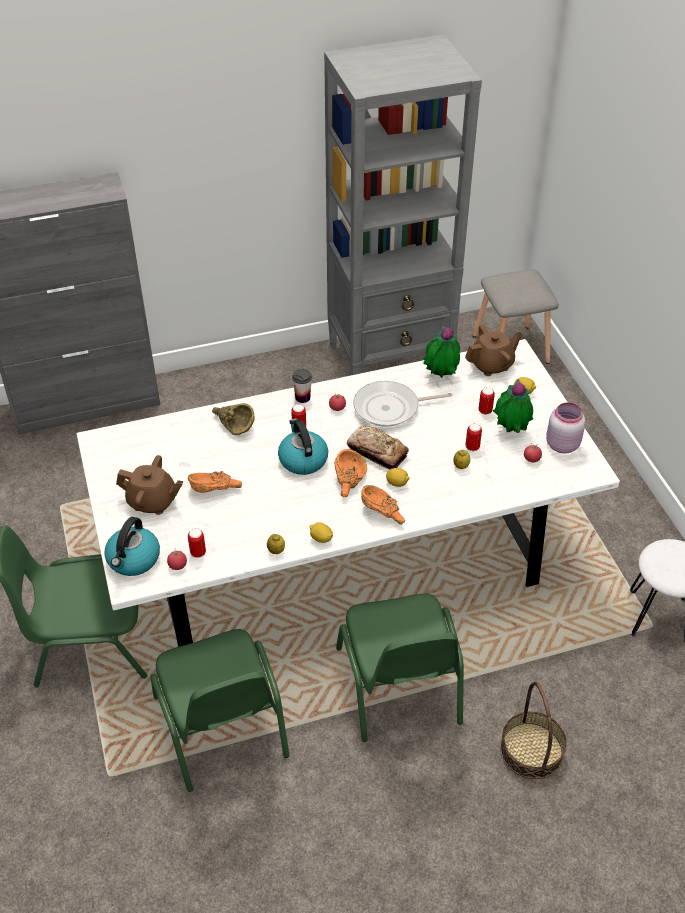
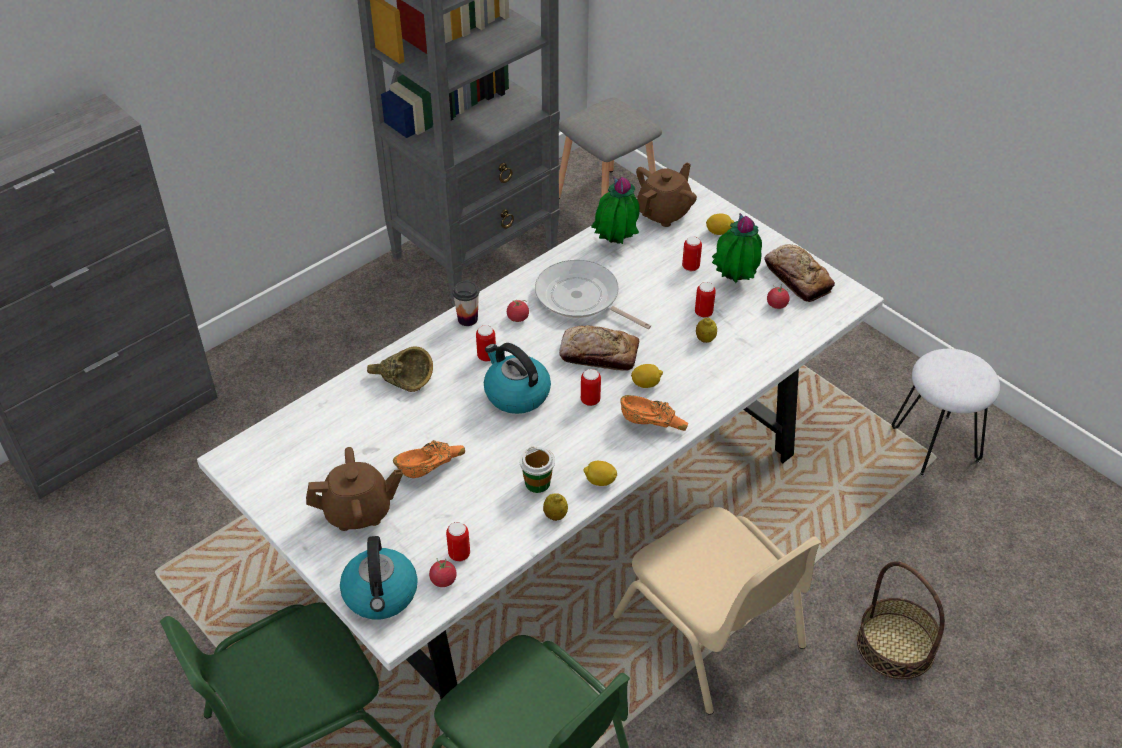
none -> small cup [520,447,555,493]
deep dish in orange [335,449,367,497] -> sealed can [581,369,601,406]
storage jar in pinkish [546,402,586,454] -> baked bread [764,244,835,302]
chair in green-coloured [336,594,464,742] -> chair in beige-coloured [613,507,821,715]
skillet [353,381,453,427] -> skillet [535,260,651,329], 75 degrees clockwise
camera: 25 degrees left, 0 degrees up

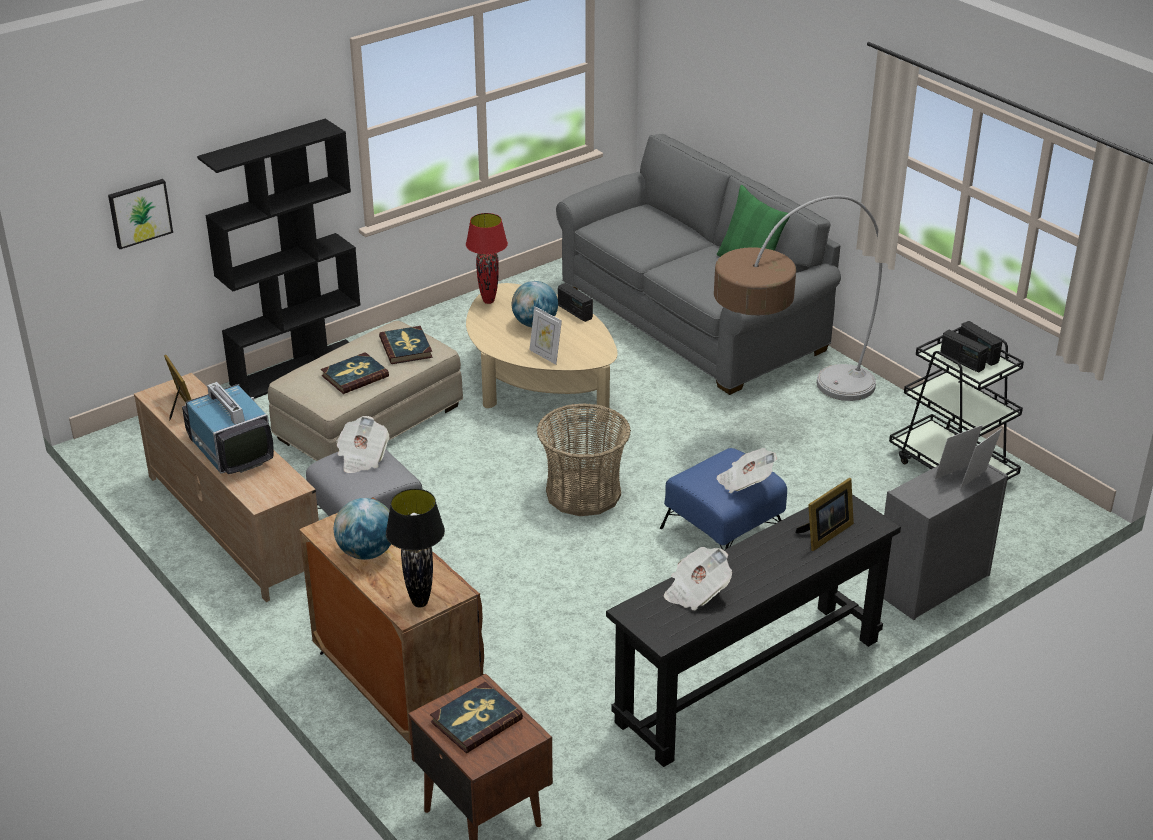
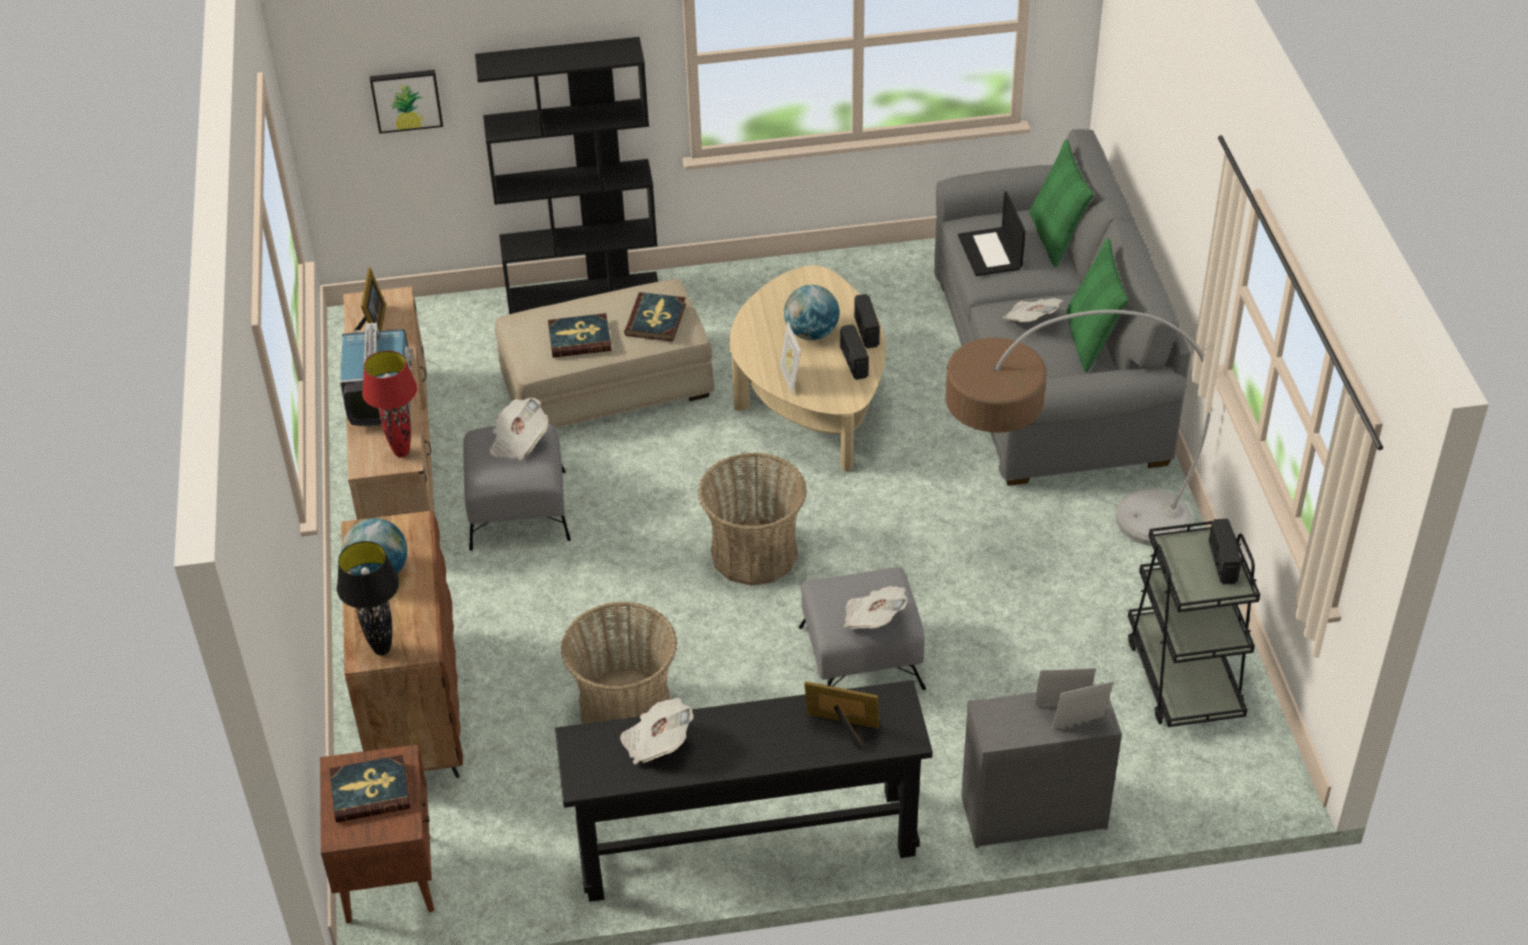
none -> storage basket [561,601,678,724]
none -> portable computer [958,191,1026,276]
none -> printed paper [1003,298,1063,322]
none -> throw pillow in green-coloured [1029,140,1094,267]
table lamp in red [466,213,508,304] -> table lamp in red [362,351,418,458], shifted
radio set [940,329,988,373] -> radio set [840,324,869,380], shifted
ottoman in blue-coloured [660,448,787,549] -> ottoman in grey [799,567,926,690]
photo frame [796,478,854,551] -> photo frame [804,681,879,751], 150 degrees counterclockwise
camera: 30 degrees right, 10 degrees up

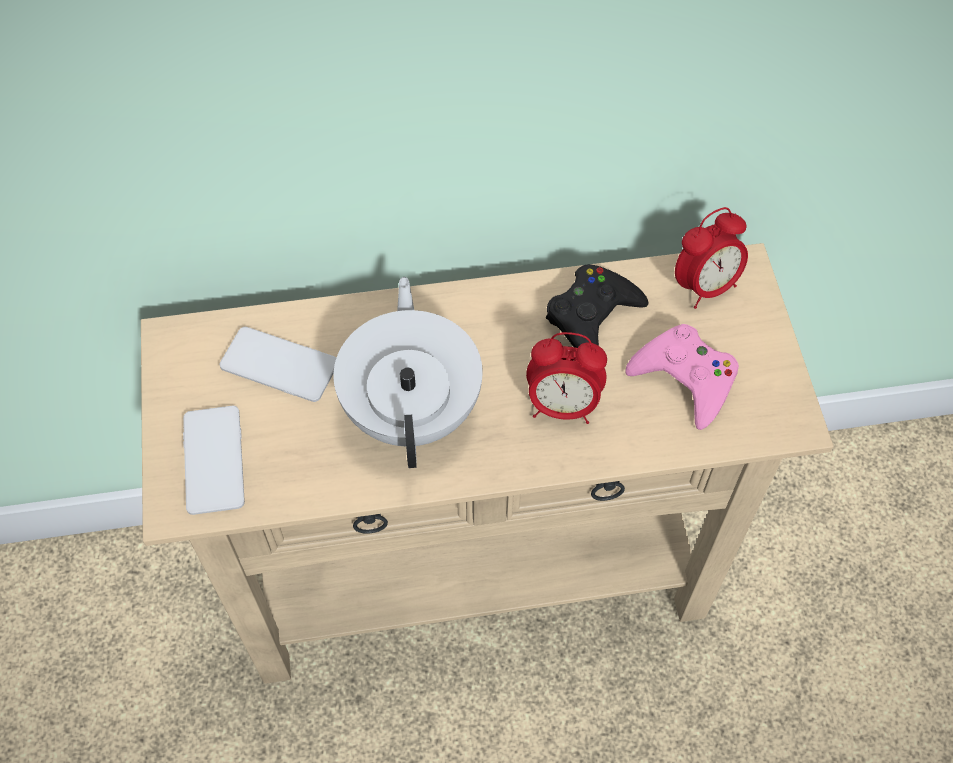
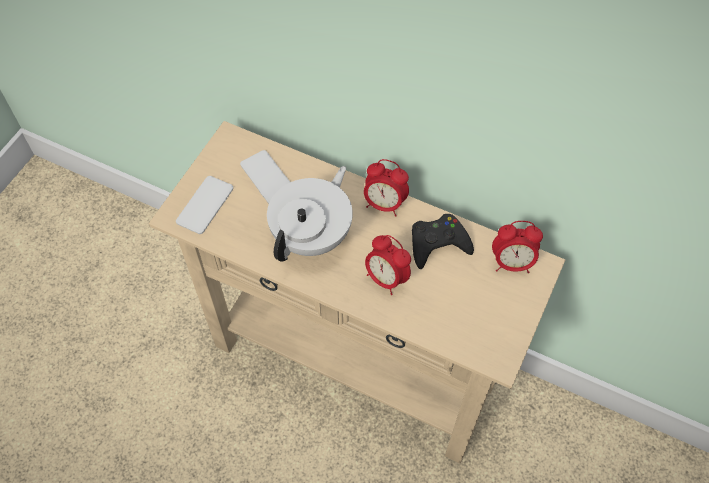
game controller in pinkish [625,324,739,430] -> none
none -> table clock [364,159,409,217]
camera: 35 degrees right, 0 degrees up

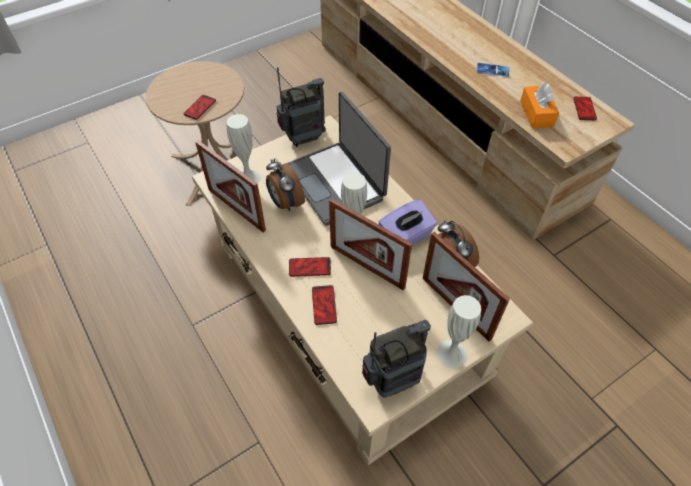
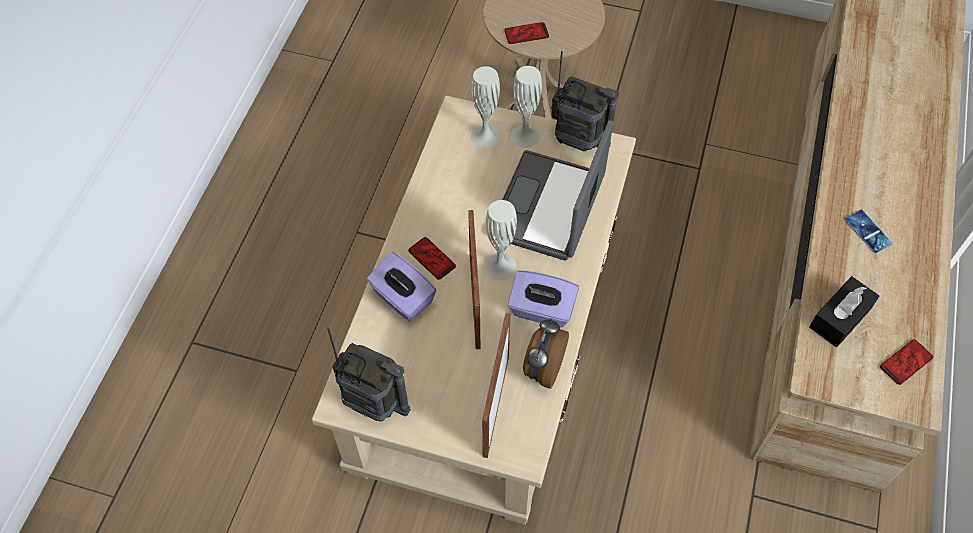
photo frame [195,140,266,232] -> none
table clock [266,159,305,212] -> none
decorative vase in white [436,295,481,368] -> decorative vase in white [510,66,542,148], shifted
phone [312,285,337,325] -> tissue box in purple [367,252,436,321]
tissue box in orange [520,82,559,129] -> tissue box in blackish [809,276,879,347]
camera: 50 degrees right, 5 degrees up

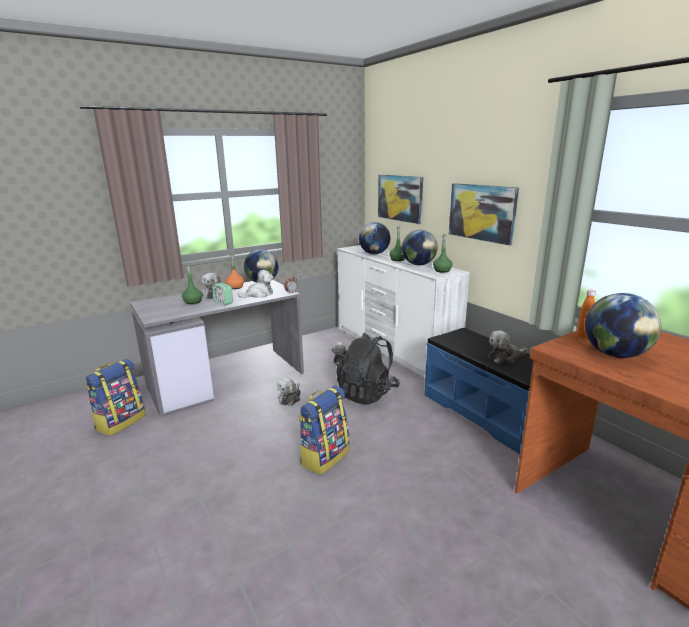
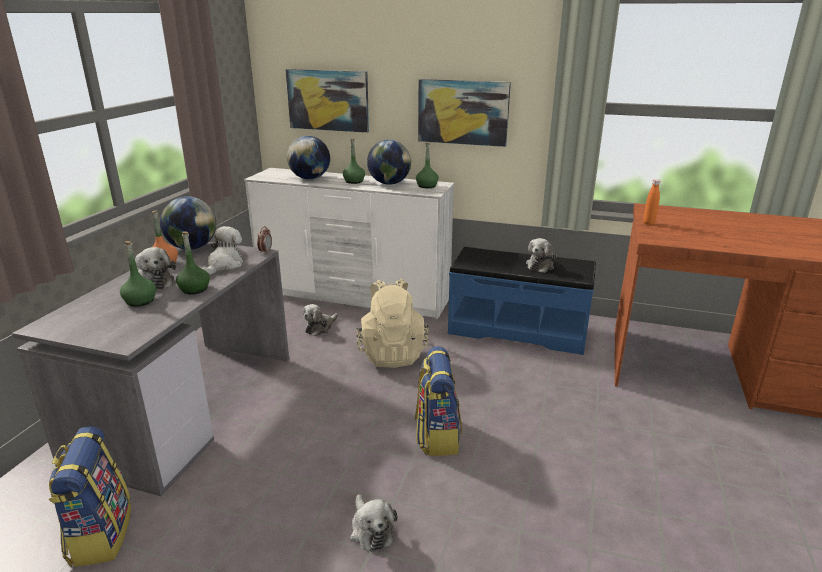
world globe [585,293,661,358] -> none
soft toy [277,378,301,406] -> soft toy [350,494,397,552], shifted
table clock [212,283,233,306] -> bottle in green-coloured [176,231,210,294]
knapsack in blackish [336,333,400,405] -> knapsack in beige-coloured [356,279,429,368]
camera: 40 degrees left, 5 degrees up

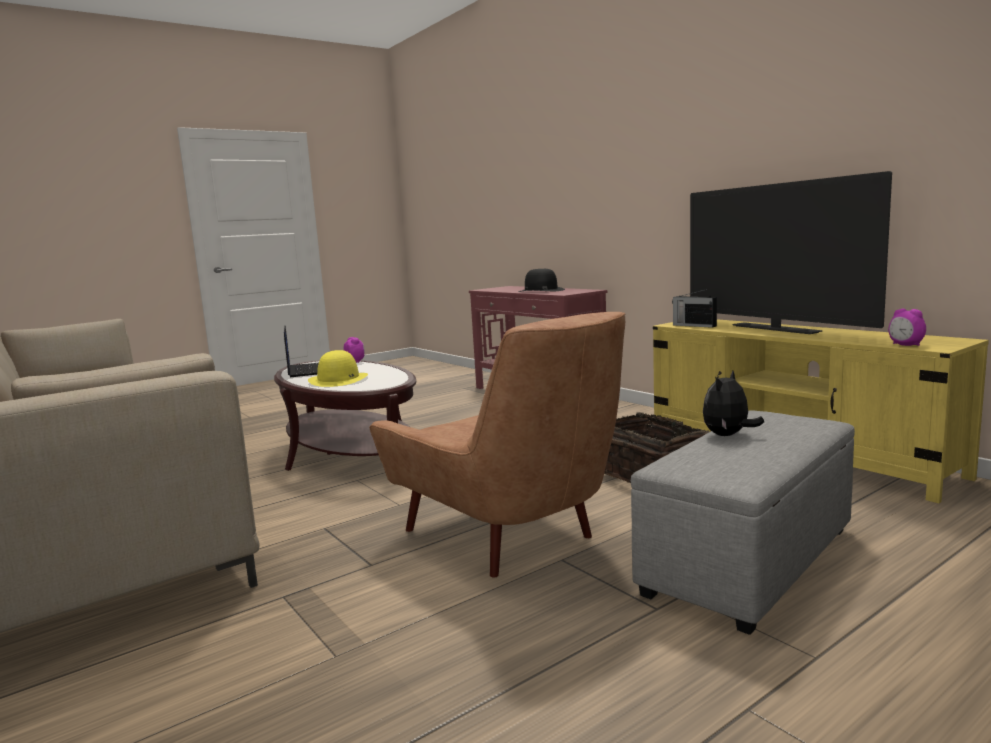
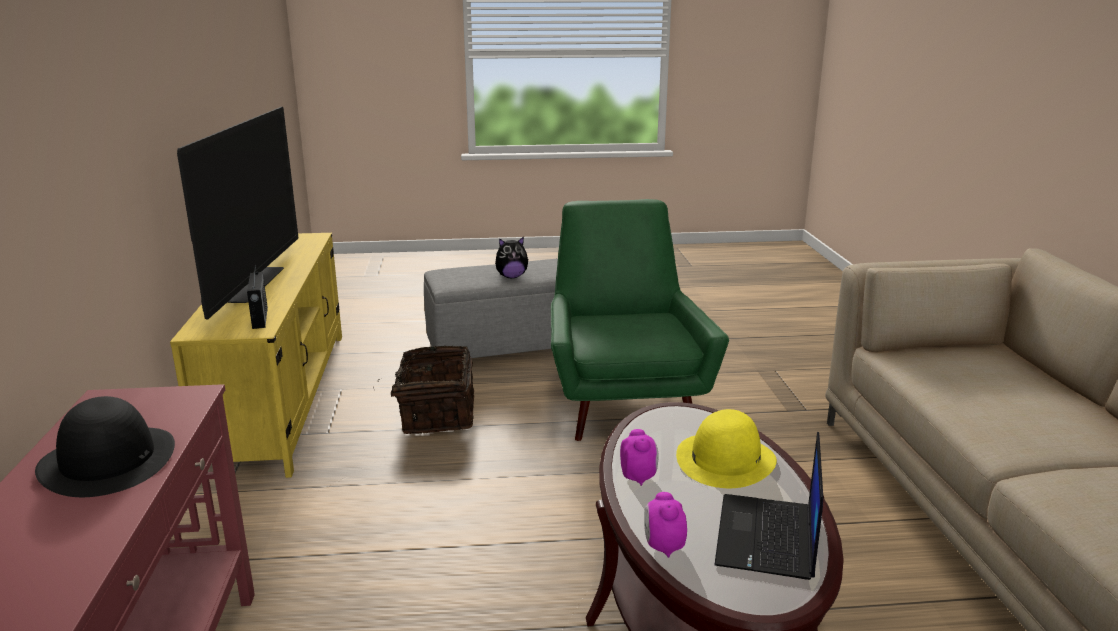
table clock [888,309,926,346] -> table clock [620,429,659,486], shifted
lounge chair in brown [369,312,625,578] -> lounge chair in green-coloured [551,199,729,441]
camera: 150 degrees left, 10 degrees up

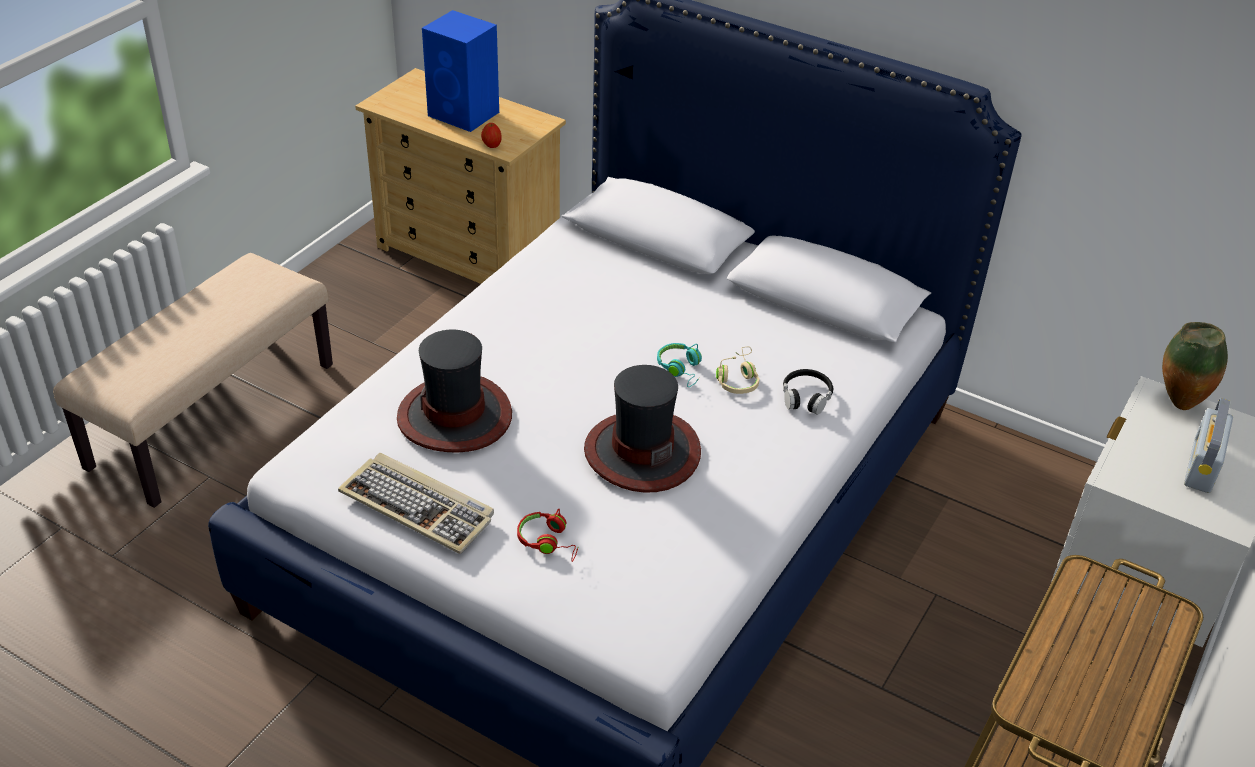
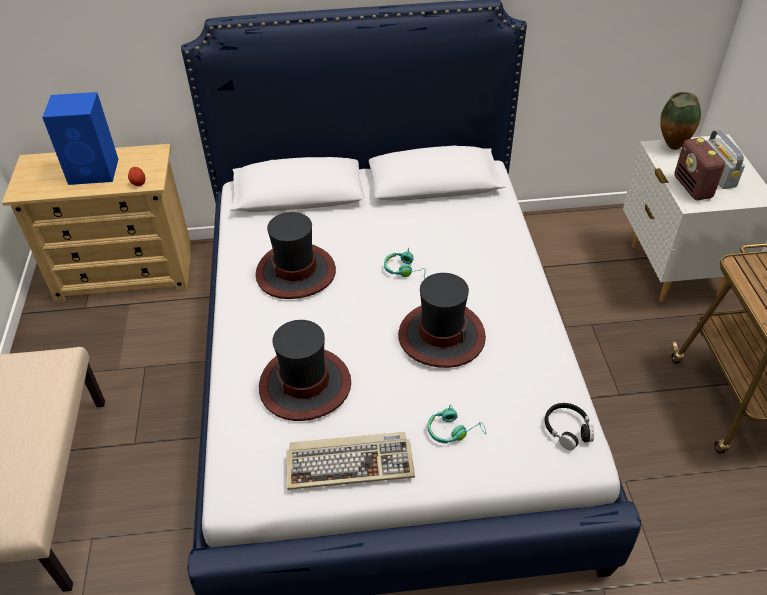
pair of headphones in beige-coloured [716,346,760,394] -> none
none -> clothing hat [256,212,336,299]
none -> radio set [674,138,727,200]
pair of headphones in blackish [783,369,833,415] -> pair of headphones in blackish [545,403,594,451], shifted
pair of headphones in red [517,509,579,562] -> pair of headphones in turquoise [428,405,486,444]
camera: 35 degrees left, 5 degrees up

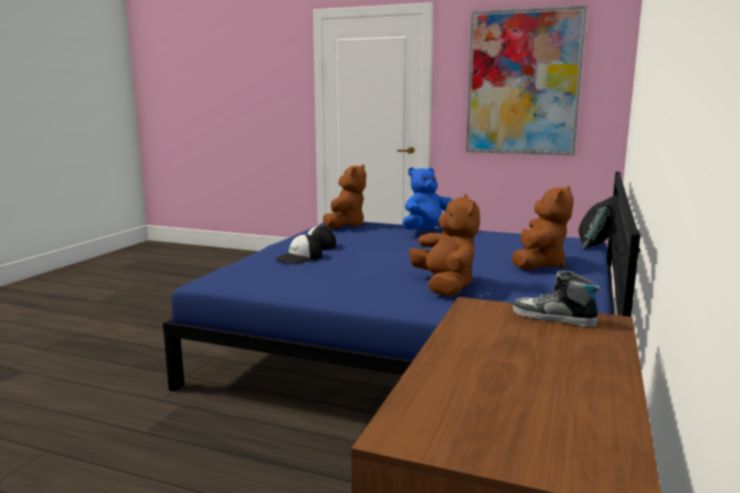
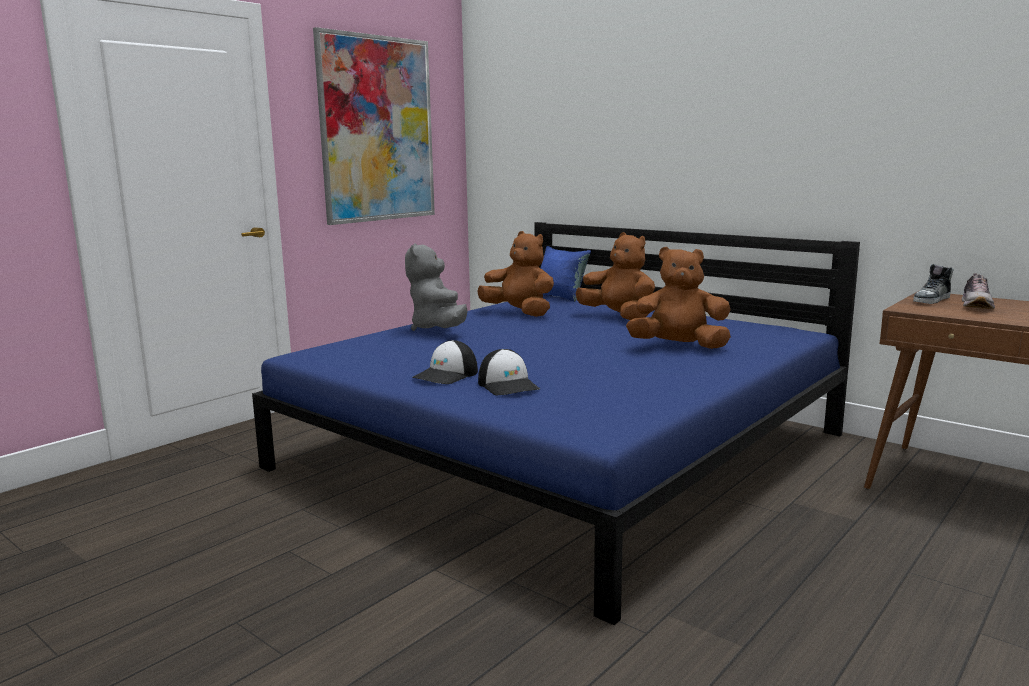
none -> item of footwear [962,273,995,309]
soft toy in brown [323,164,366,229] -> soft toy in brown [477,231,554,317], shifted
soft toy in blue-coloured [403,167,453,230] -> soft toy in grey [405,244,468,331]
throw pillow in blackish [578,196,615,250] -> throw pillow in blue-coloured [540,246,591,302]
camera: 70 degrees left, 0 degrees up

